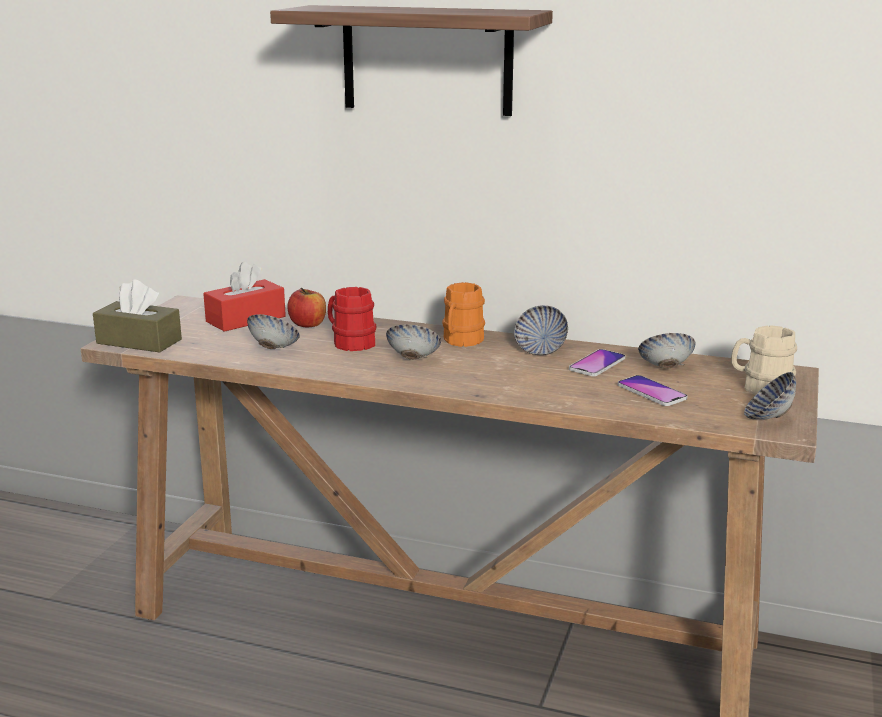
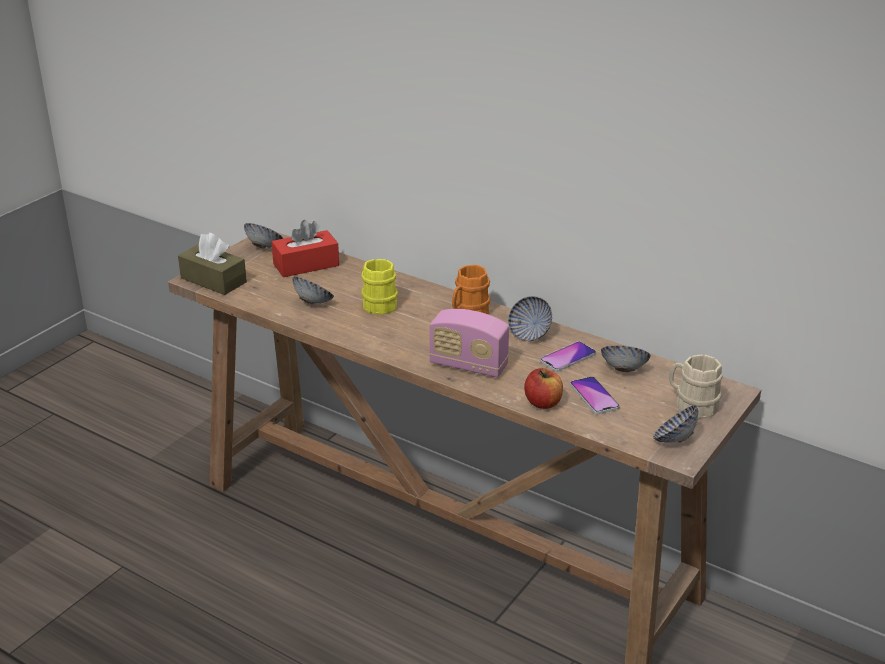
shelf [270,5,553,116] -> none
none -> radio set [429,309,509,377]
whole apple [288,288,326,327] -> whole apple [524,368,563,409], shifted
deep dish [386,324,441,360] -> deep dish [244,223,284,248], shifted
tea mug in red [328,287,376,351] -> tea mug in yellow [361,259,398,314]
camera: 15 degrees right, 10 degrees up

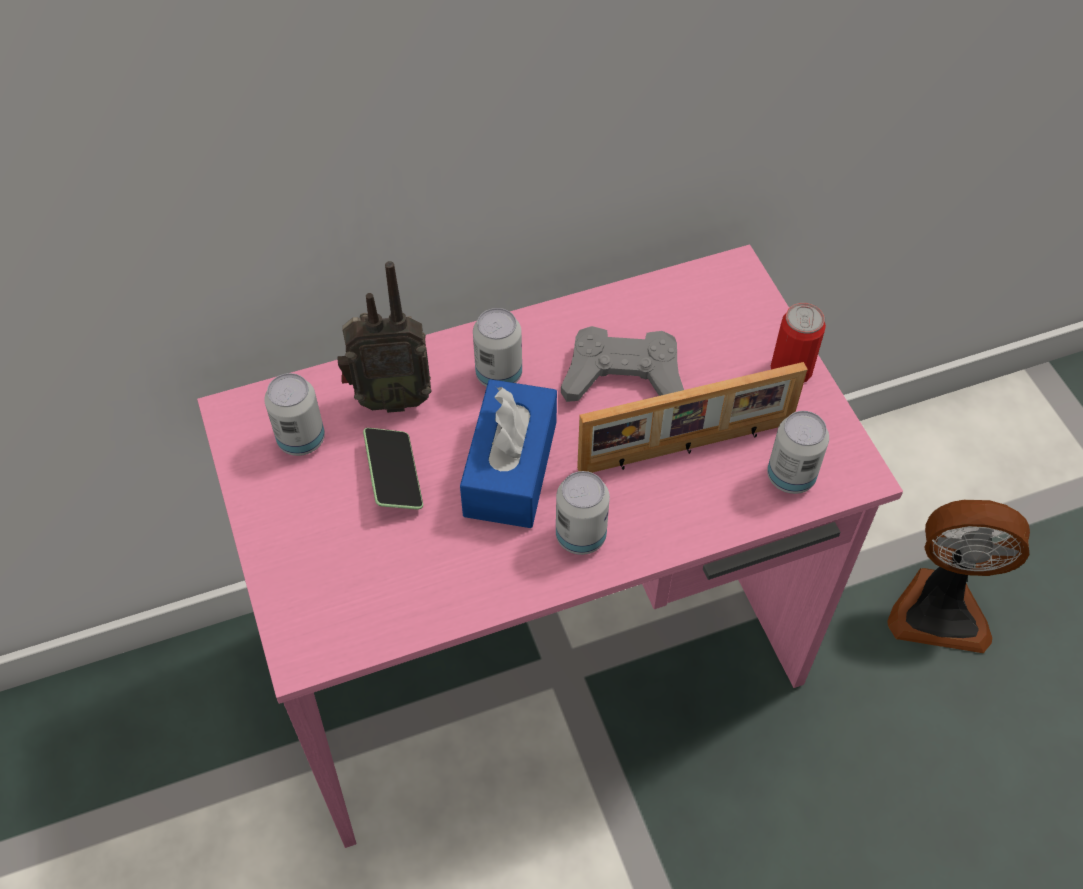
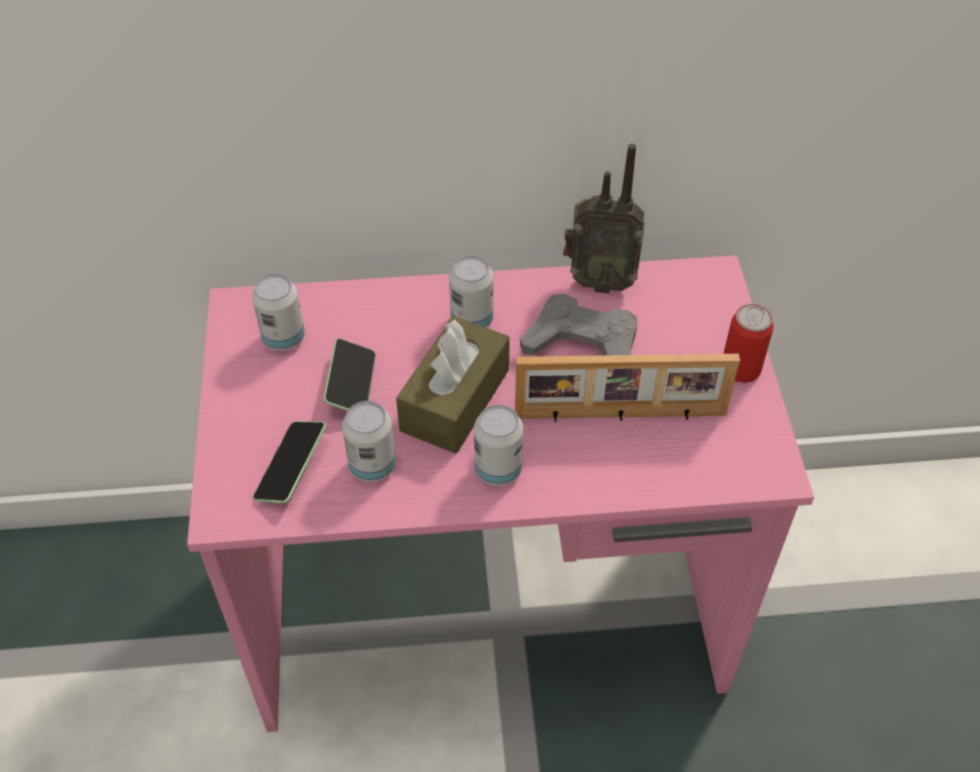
fan [887,500,1030,653] -> none
none -> phone [253,421,326,503]
radio set [338,261,432,413] -> radio set [563,144,645,294], shifted
sealed can [767,411,829,494] -> sealed can [342,401,396,482], shifted
tissue box in blue-coloured [460,379,557,528] -> tissue box in brown [396,316,510,454]
camera: 15 degrees right, 5 degrees down

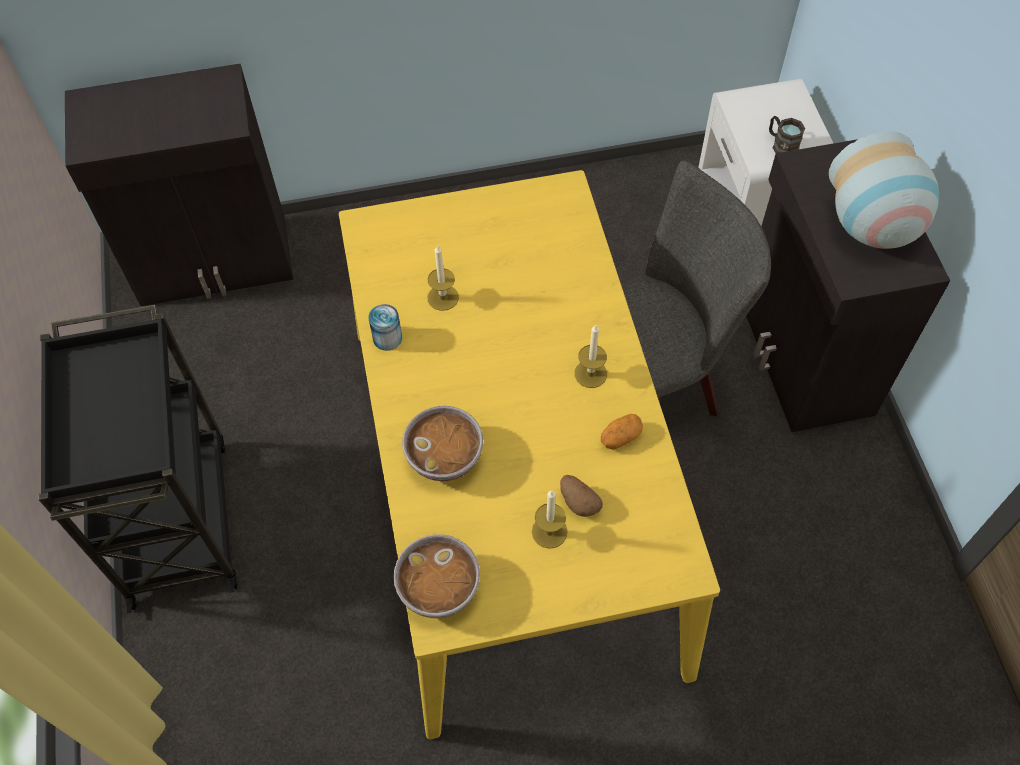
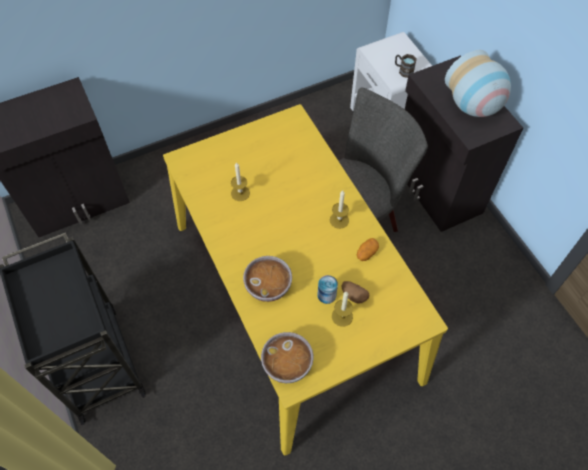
sealed can [368,304,402,351] -> sealed can [317,275,338,304], shifted
camera: 15 degrees left, 0 degrees up

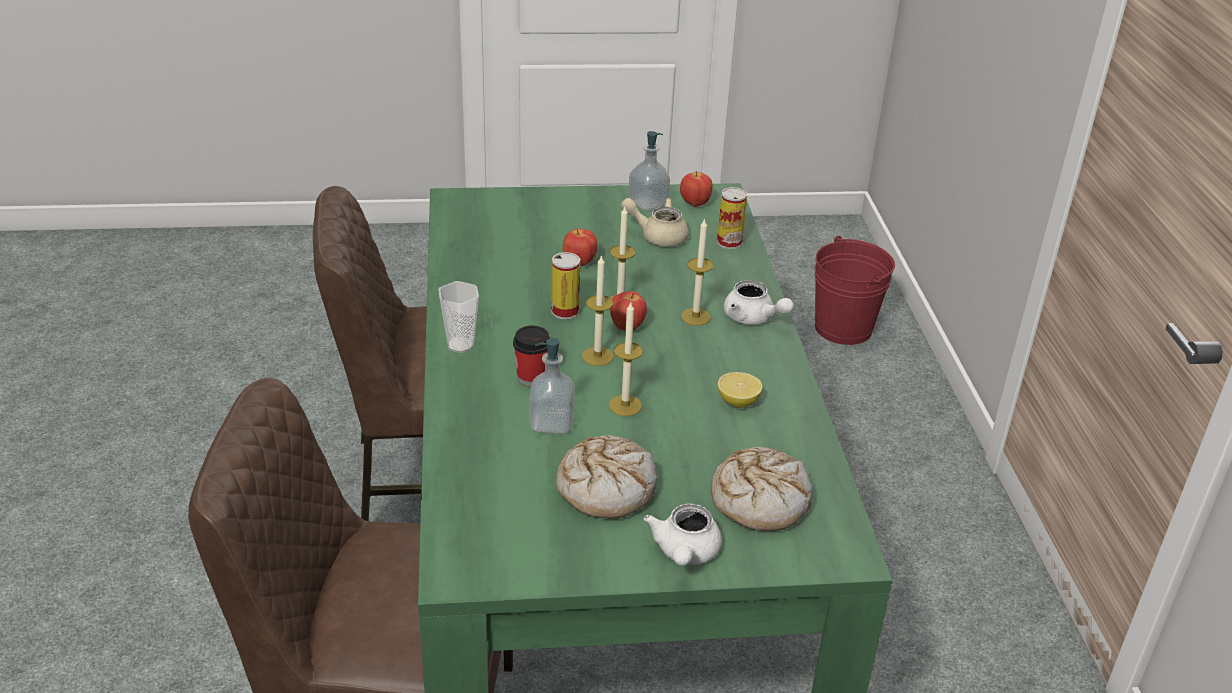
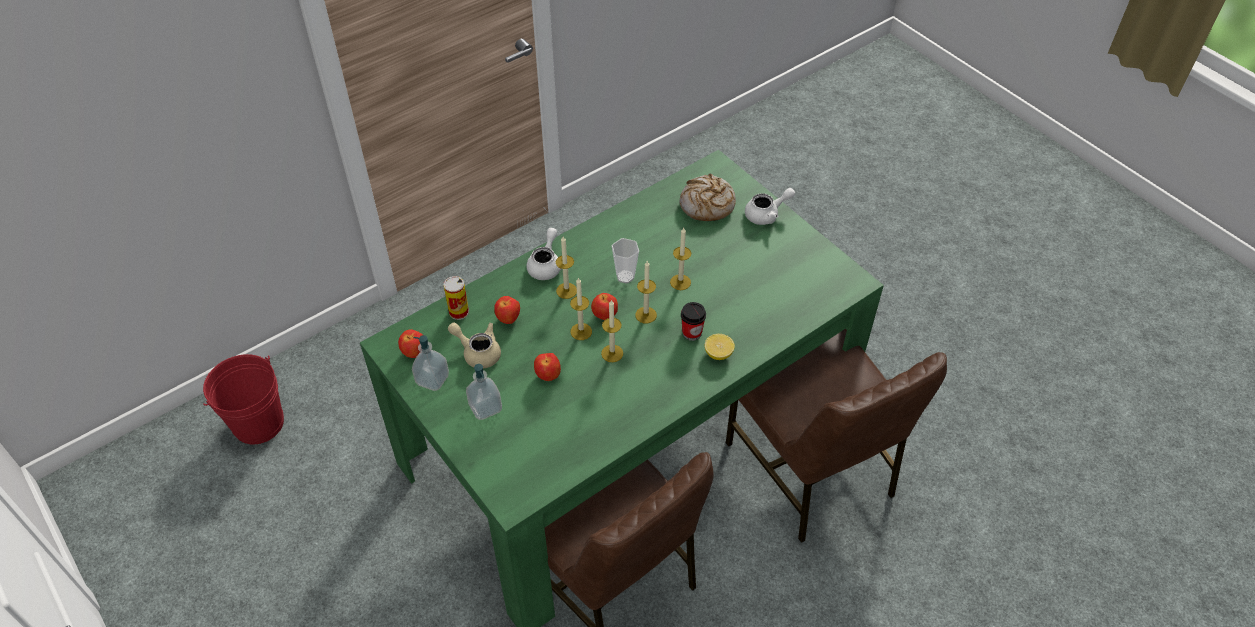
baked bread [556,435,657,519] -> none
none -> whole apple [494,296,520,324]
small cup [438,281,479,353] -> small cup [612,238,639,284], shifted
soap bottle [529,338,575,434] -> soap bottle [466,364,502,420], shifted
lemon [718,372,762,408] -> lemon [705,334,735,360], shifted
sealed can [551,252,580,319] -> wax light [601,300,623,362]
pot for tea in beige-coloured [621,198,689,247] -> pot for tea in beige-coloured [448,323,501,369], 135 degrees clockwise
camera: 120 degrees left, 15 degrees up

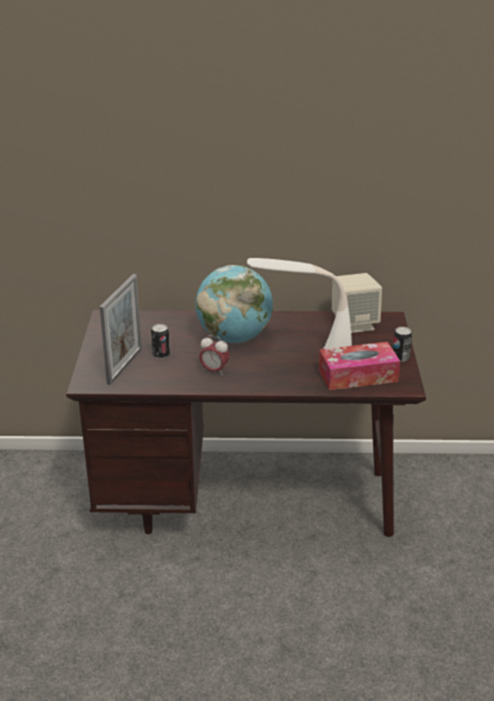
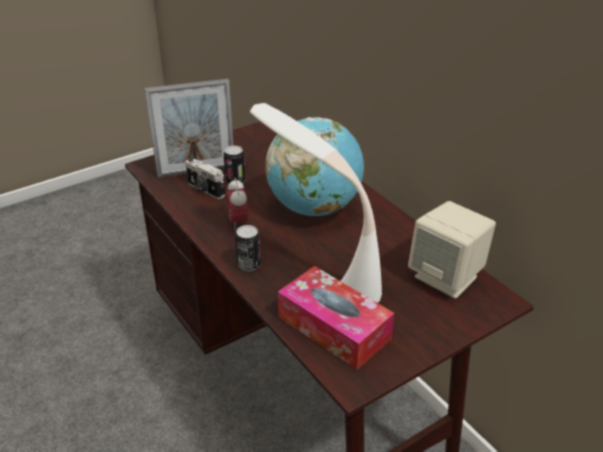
none -> photo camera [185,157,225,199]
sealed can [393,327,412,362] -> sealed can [235,225,261,271], shifted
camera: 55 degrees right, 5 degrees up

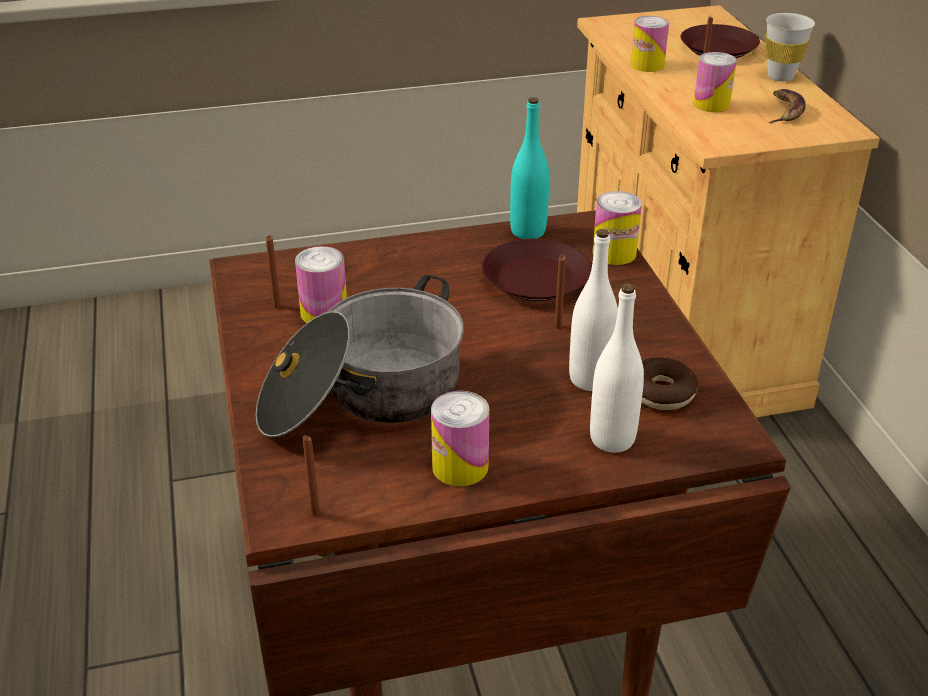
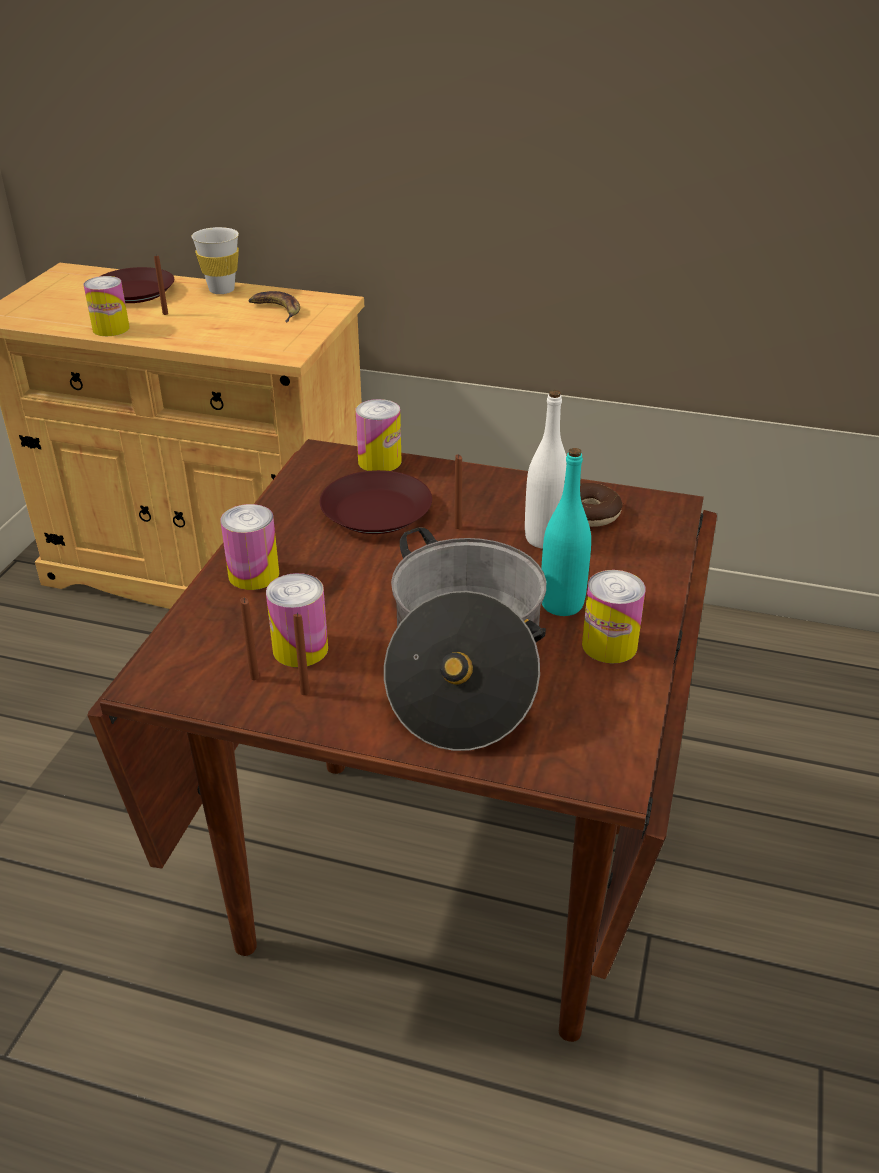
bottle in white [590,284,644,453] -> none
wax light in brown [303,435,320,516] -> wax light in brown [293,613,310,695], shifted
bottle in turquoise [510,97,549,239] -> bottle in turquoise [541,448,591,616], shifted
sealed can [694,52,737,112] -> sealed can [220,504,279,590], shifted
camera: 60 degrees left, 0 degrees up

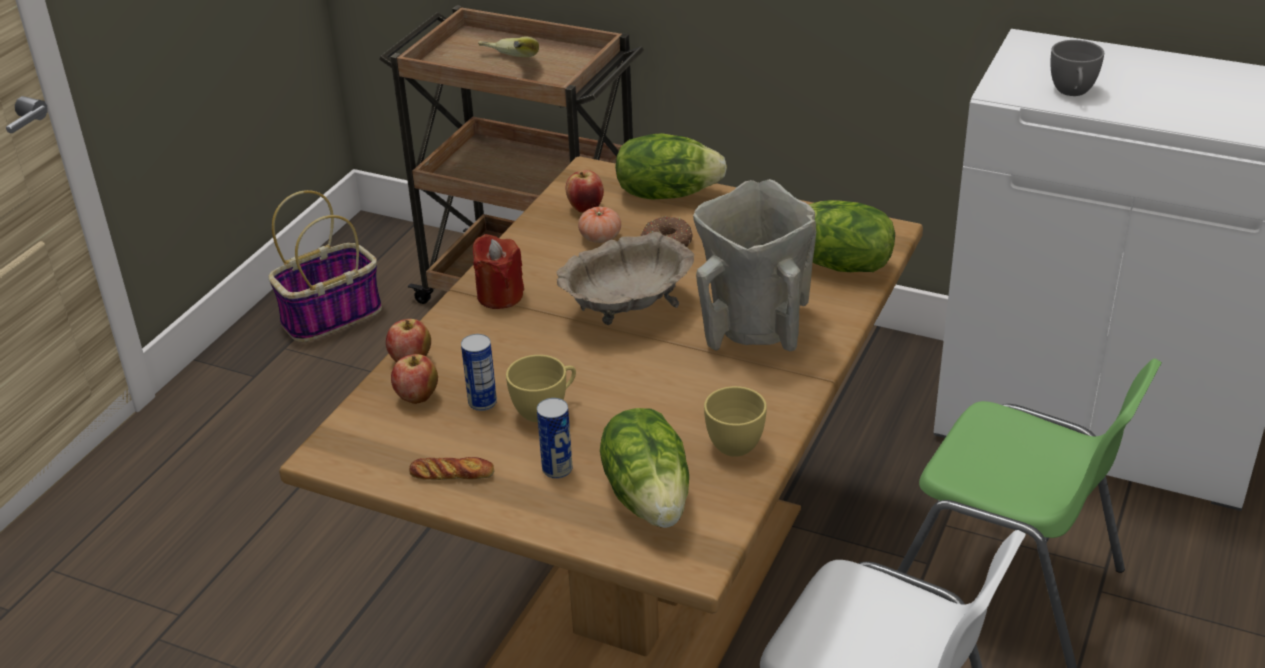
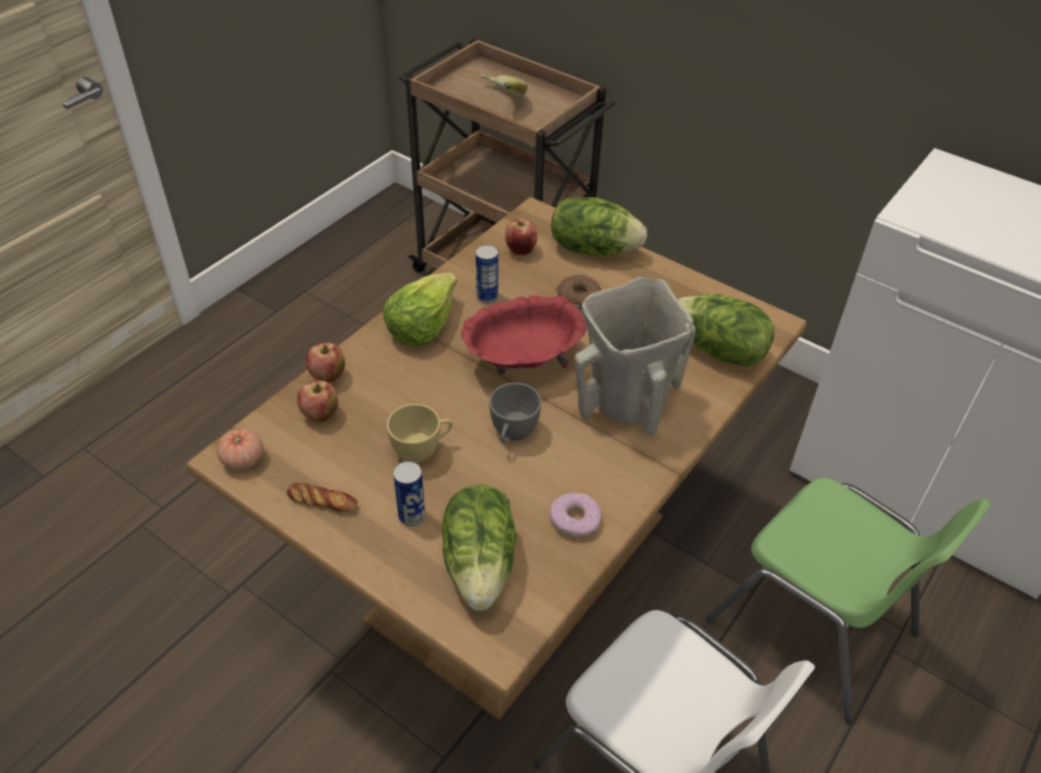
storage basket [269,190,382,342] -> none
sealed can [461,334,497,411] -> sealed can [476,245,498,303], shifted
tomato [578,207,621,243] -> tomato [216,428,263,470], shifted
small cup in grey [1050,40,1104,96] -> small cup in grey [489,383,541,443], shifted
wax light in red [473,234,524,309] -> lettuce head [383,273,457,347]
small cup in yellow [704,386,767,457] -> doughnut [549,493,602,538]
deep dish in beige-coloured [557,232,695,325] -> deep dish in red [461,295,587,375]
camera: 10 degrees right, 10 degrees up

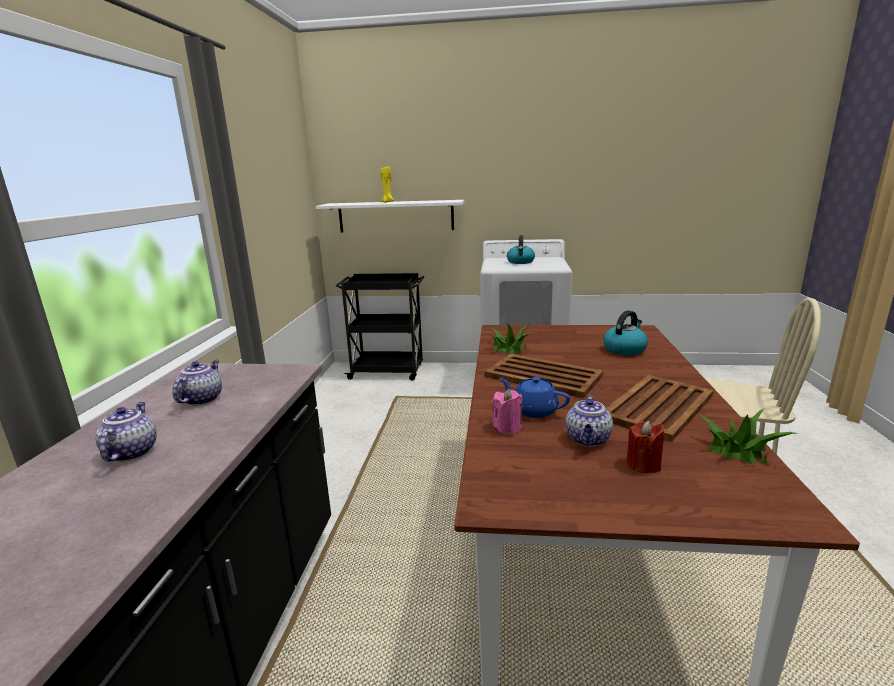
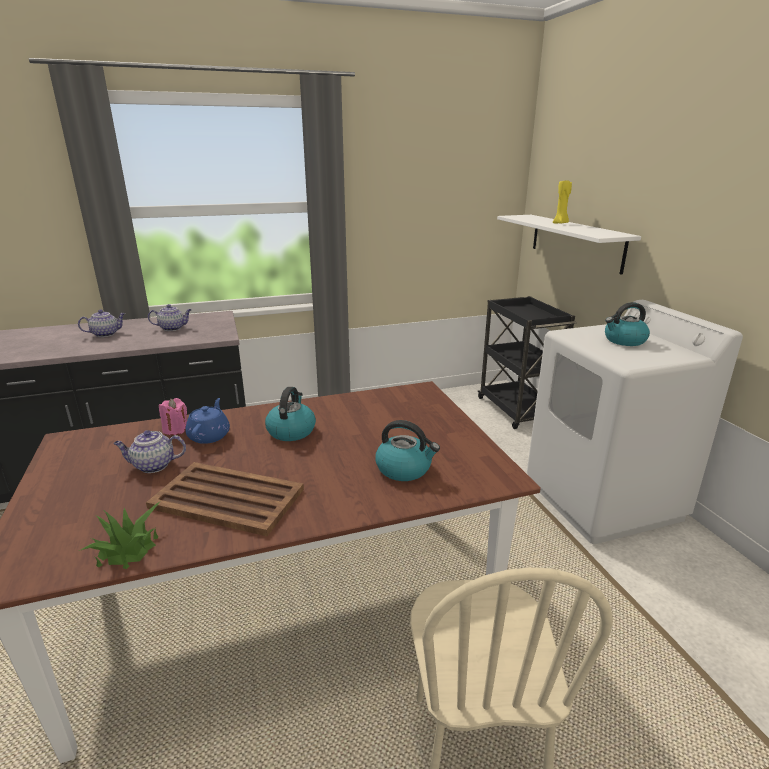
houseplant [490,324,532,354] -> none
wax light in red [626,421,664,474] -> none
serving tray in brown [485,354,603,398] -> kettle [265,387,316,441]
camera: 65 degrees right, 5 degrees up

